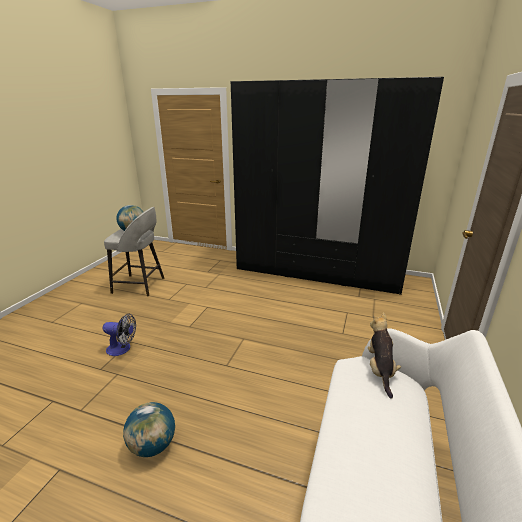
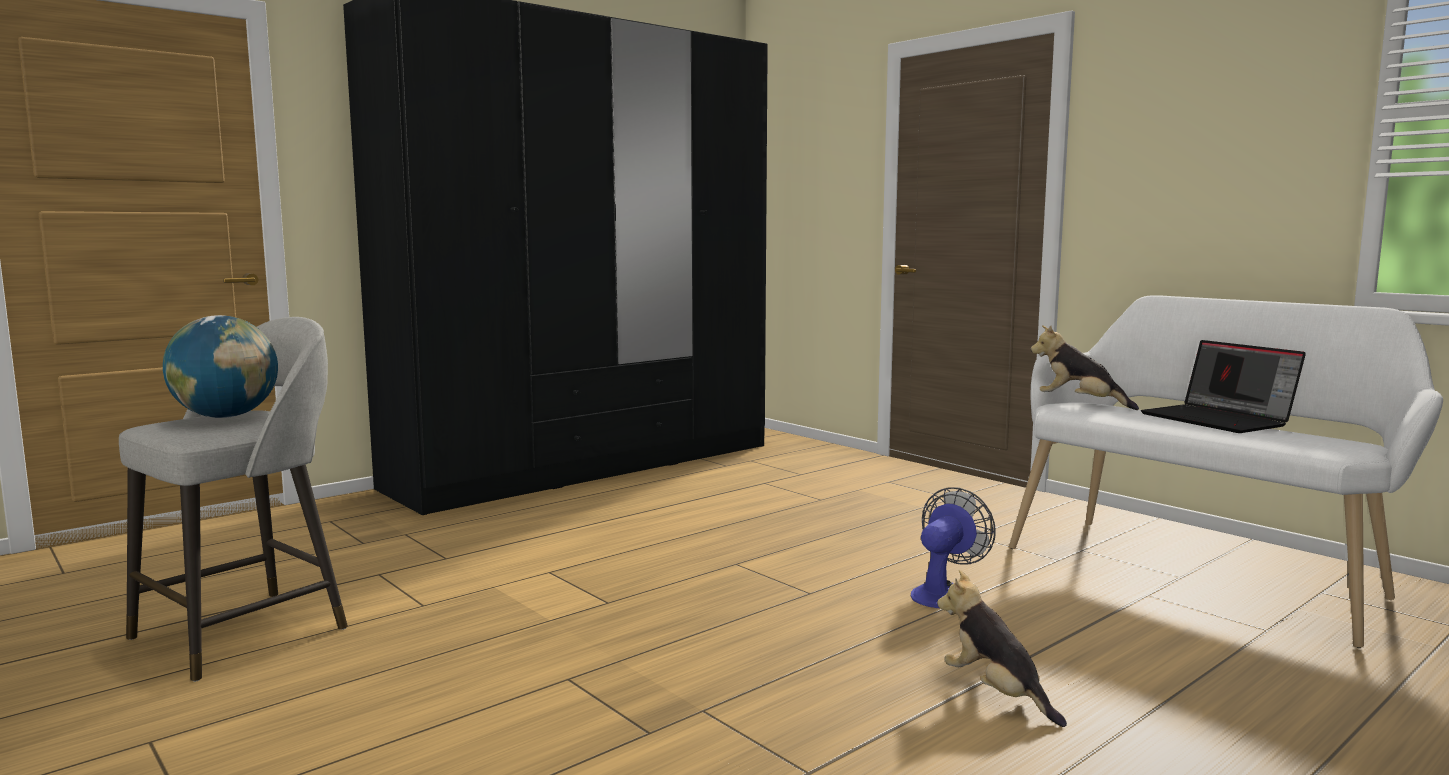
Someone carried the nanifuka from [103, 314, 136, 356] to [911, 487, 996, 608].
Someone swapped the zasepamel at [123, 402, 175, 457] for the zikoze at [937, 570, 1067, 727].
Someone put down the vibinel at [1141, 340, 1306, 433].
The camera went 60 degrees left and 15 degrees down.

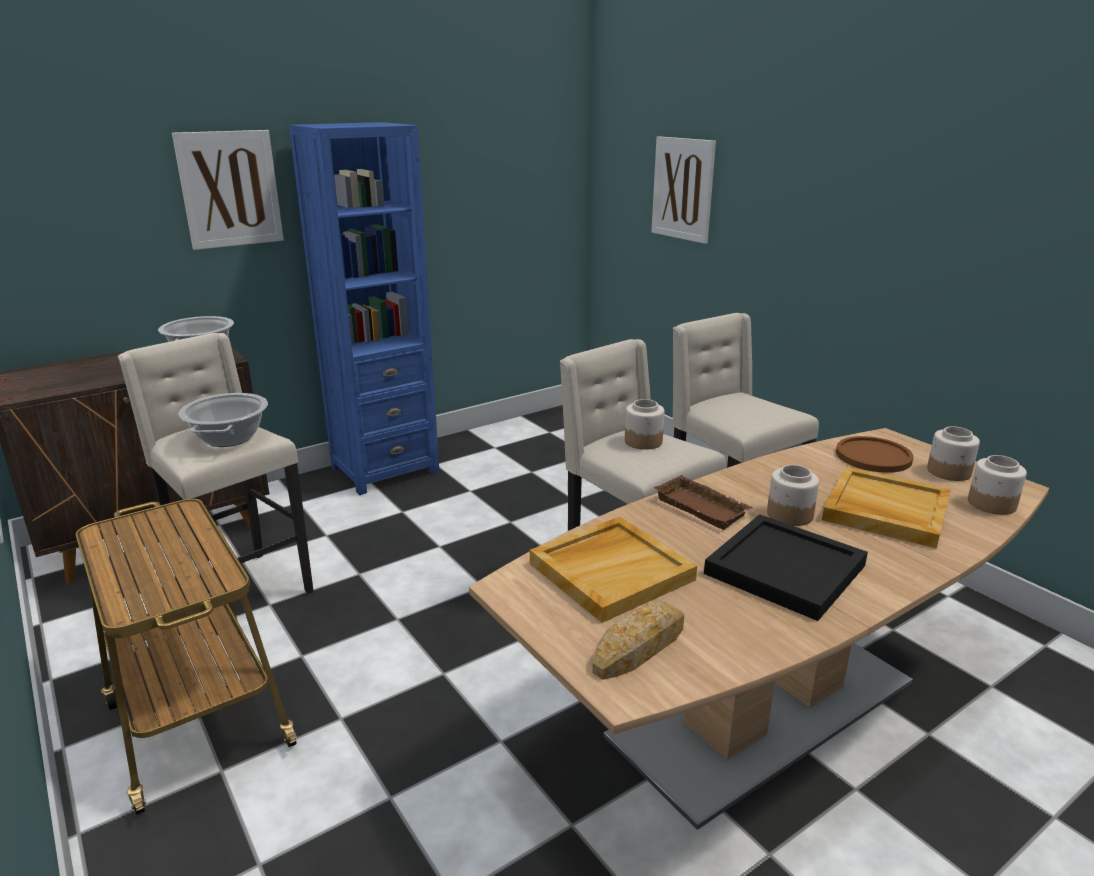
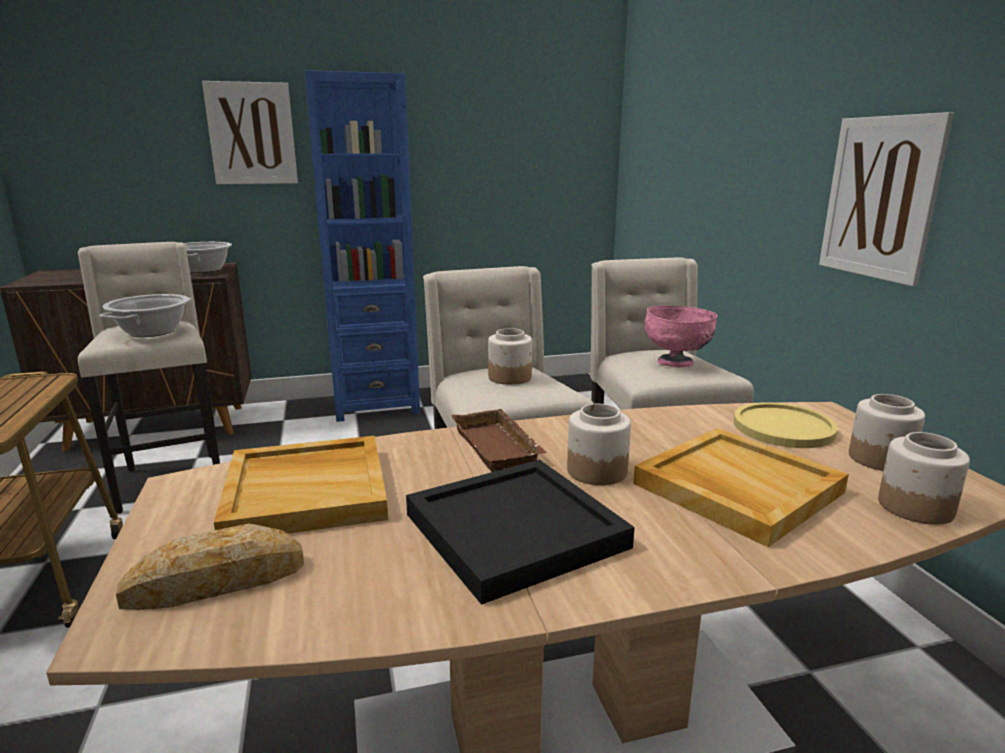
Someone carried the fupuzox from [651, 136, 716, 244] to [819, 112, 954, 287].
Someone repainted the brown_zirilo at [836, 436, 914, 473], which became the yellow_zirilo at [734, 402, 838, 448].
Someone put down the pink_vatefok at [645, 305, 717, 367].
The camera went 20 degrees right and 5 degrees down.

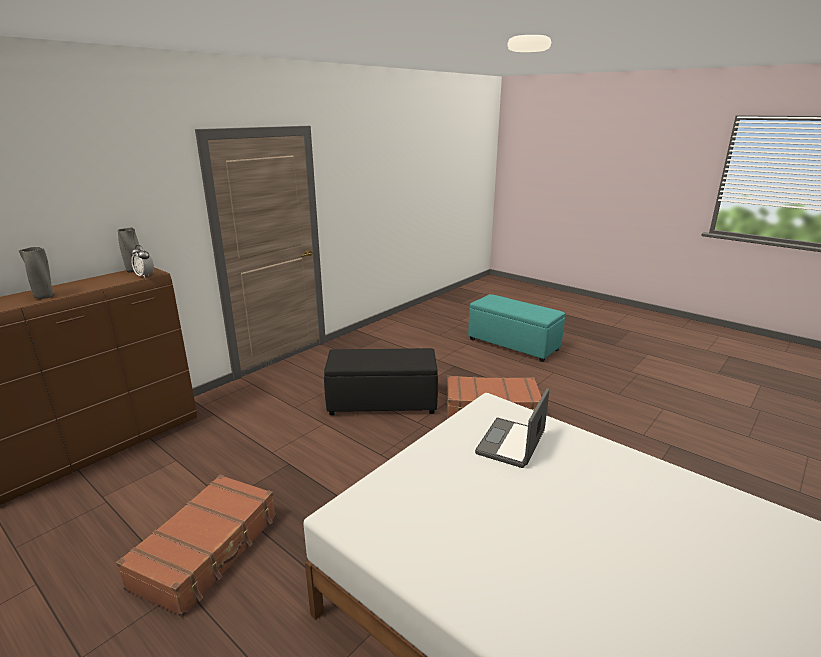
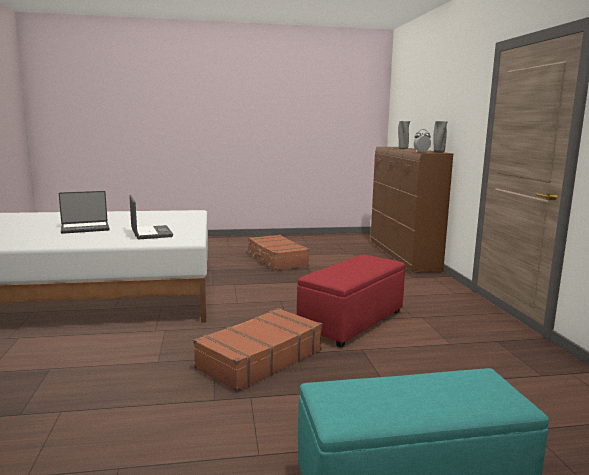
Someone repainted the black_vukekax at [324, 348, 438, 415], which became the red_vukekax at [297, 255, 405, 348].
Someone put down the vibinel at [59, 191, 110, 234].
The camera went 130 degrees right and 10 degrees down.

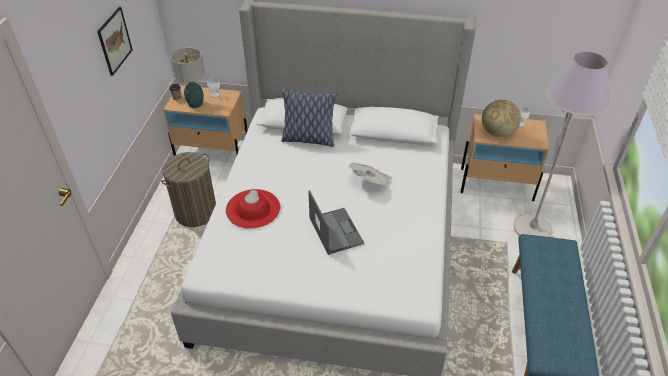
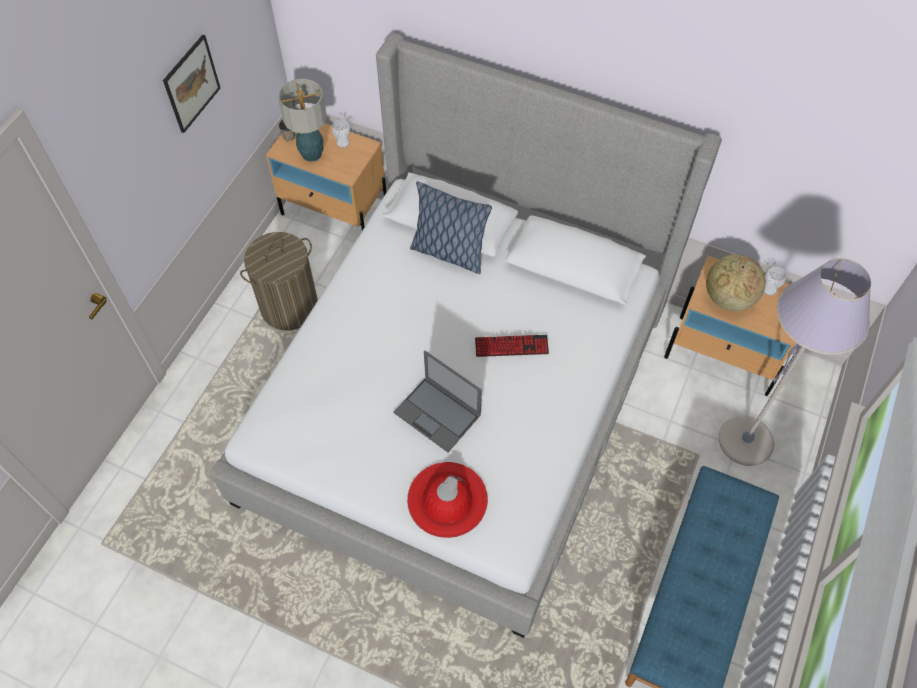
Someone carried the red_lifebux from [226, 189, 280, 229] to [407, 462, 488, 538].
Someone rotated the vibinel at [308, 190, 364, 255] by 135 degrees clockwise.
Someone swapped the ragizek at [349, 163, 392, 186] for the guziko at [475, 335, 549, 357].
The camera went 15 degrees right and 15 degrees up.

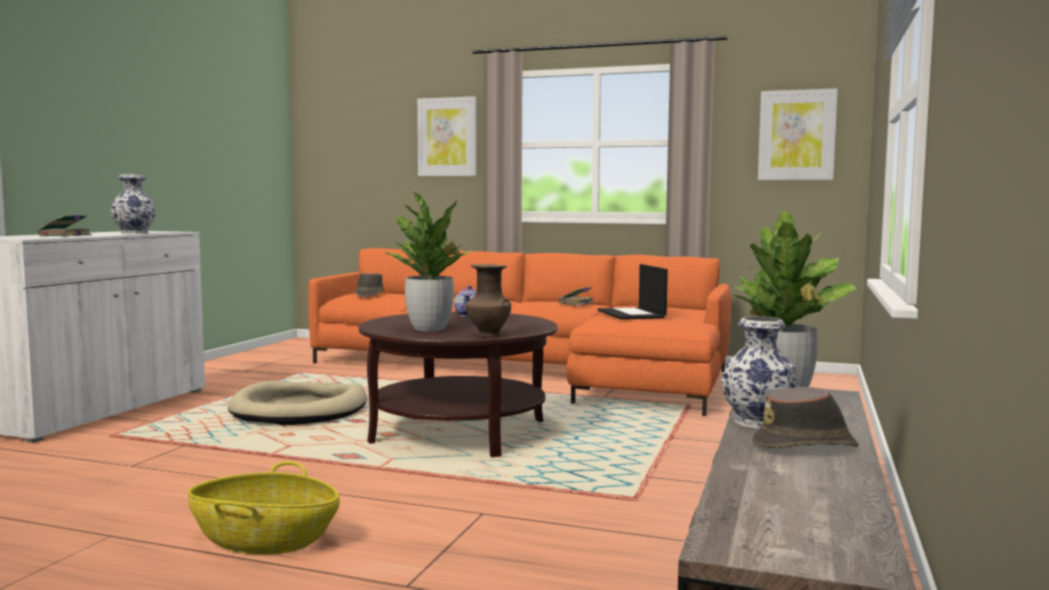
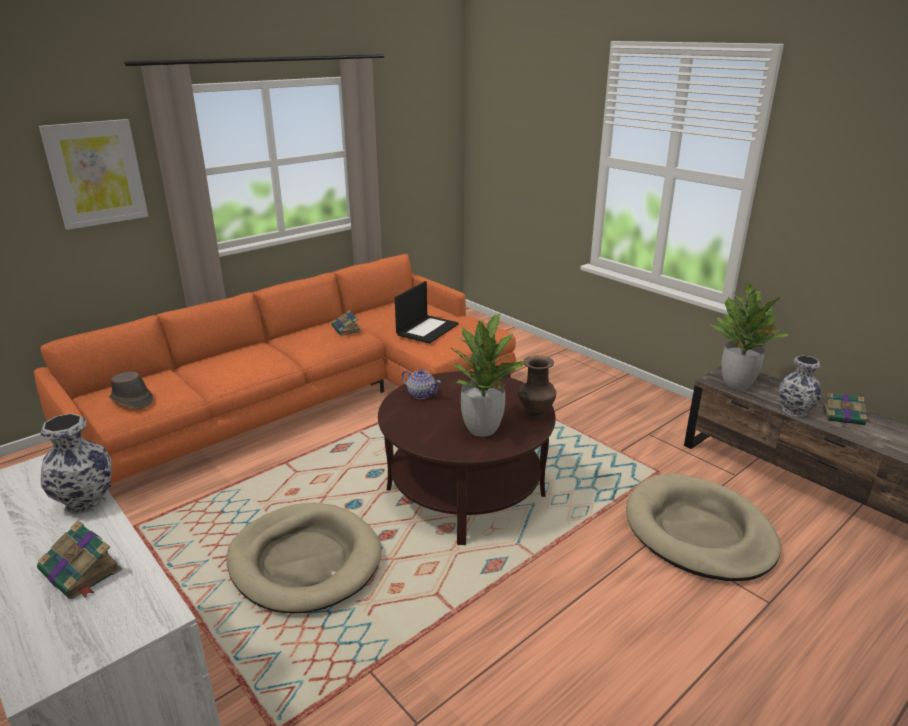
Someone took away the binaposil at [188, 461, 340, 555].
Someone rotated the vibinel at [598, 264, 668, 320] by 75 degrees counterclockwise.
Someone swapped the brown_lifebux at [752, 387, 859, 448] for the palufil at [822, 393, 872, 425].
Someone took away the fupuzox at [758, 88, 838, 180].
Someone put down the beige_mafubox at [626, 473, 781, 581].
The camera went 60 degrees left and 20 degrees up.

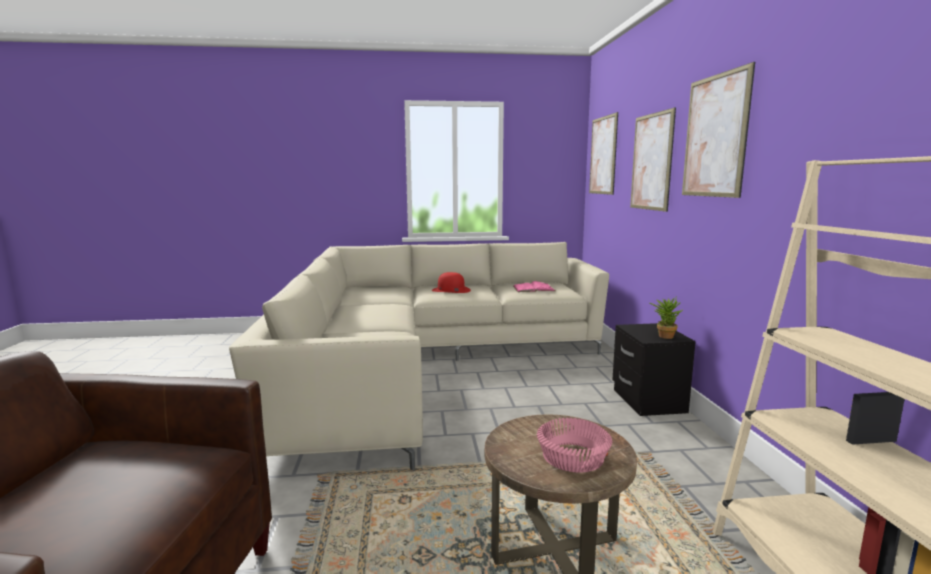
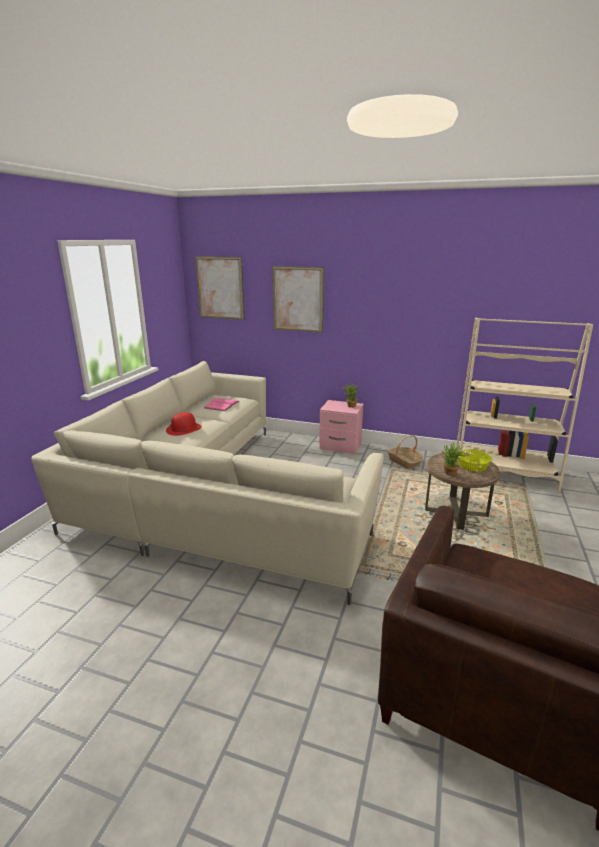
Someone repainted the pink_vatefok at [537, 418, 612, 473], which became the yellow_vatefok at [458, 449, 492, 472].
Someone repainted the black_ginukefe at [612, 323, 696, 416], which became the pink_ginukefe at [319, 400, 363, 454].
Someone took away the fupuzox at [682, 62, 755, 198].
Someone put down the binaposil at [387, 435, 423, 469].
Someone put down the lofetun at [442, 442, 466, 476].
The camera went 65 degrees left and 10 degrees up.

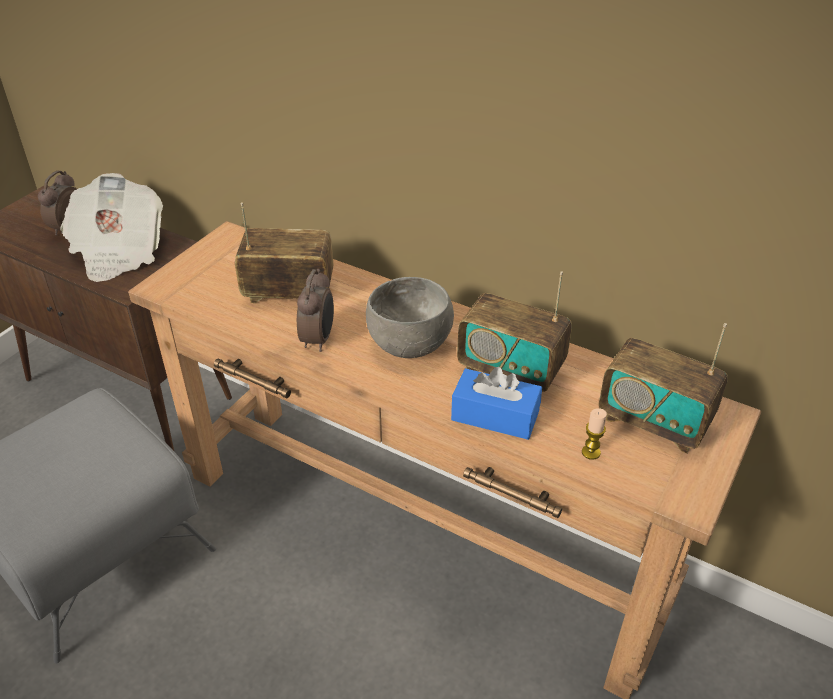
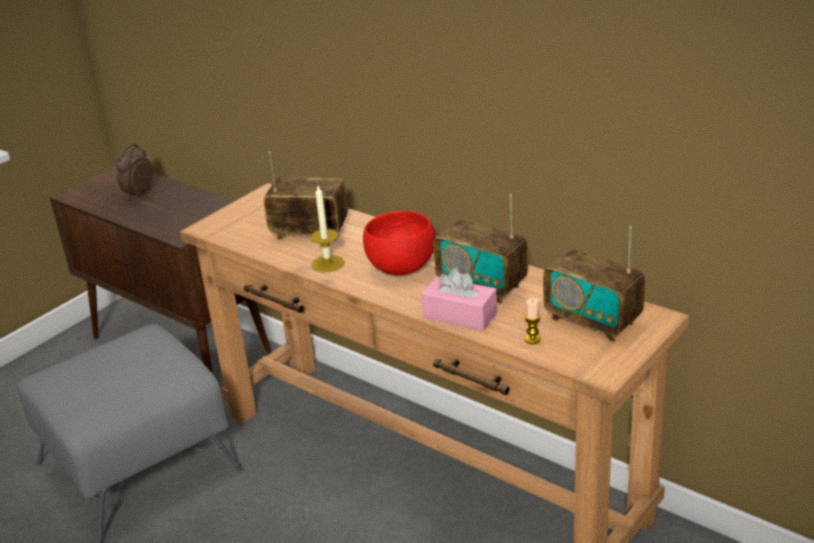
Someone took away the ragizek at [60, 173, 163, 282].
Someone swapped the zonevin at [297, 269, 334, 352] for the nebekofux at [310, 186, 344, 272].
Someone repainted the grey_vatefok at [366, 277, 454, 358], which became the red_vatefok at [363, 211, 436, 275].
Someone repainted the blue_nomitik at [451, 367, 542, 440], which became the pink_nomitik at [421, 268, 497, 331].
The camera went 10 degrees right and 10 degrees down.

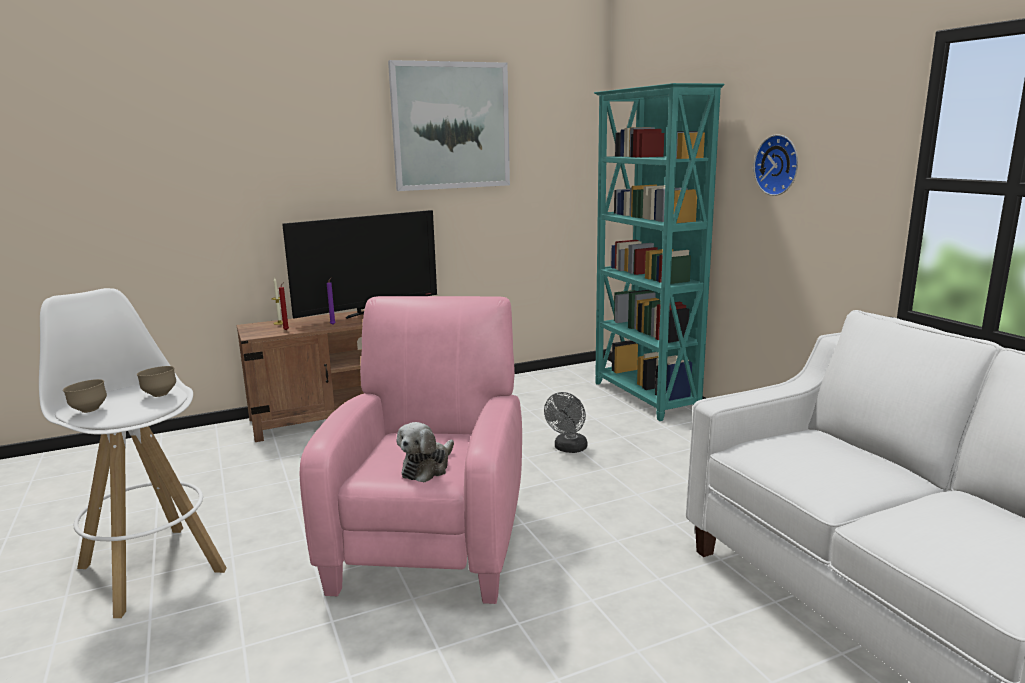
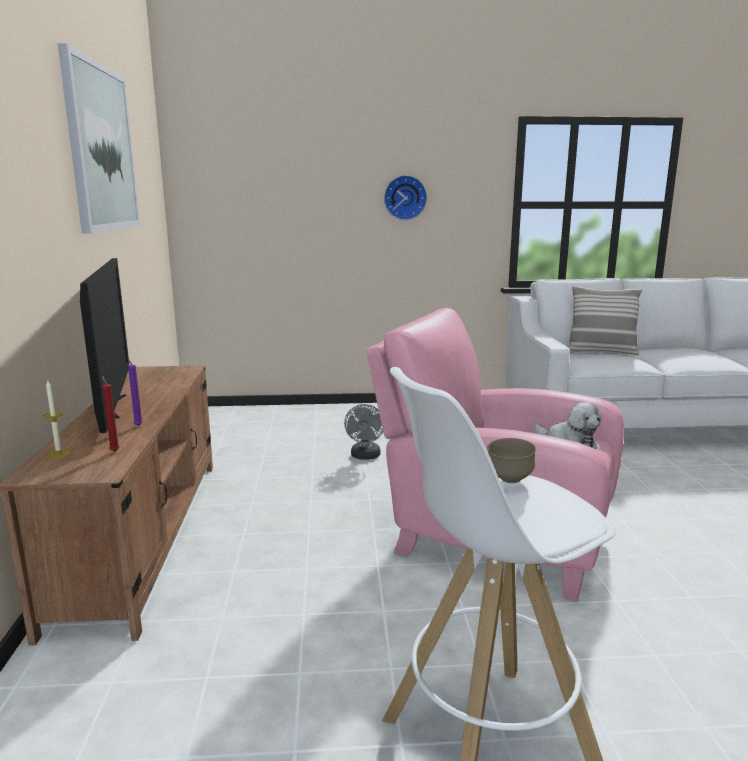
Someone took away the brown_vatefok at [63, 379, 107, 413].
Someone rotated the grey_nanifuka at [544, 392, 587, 453] by 45 degrees clockwise.
Someone took away the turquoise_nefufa at [594, 83, 724, 421].
Someone put down the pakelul at [569, 285, 642, 355].
The camera went 70 degrees left and 0 degrees up.

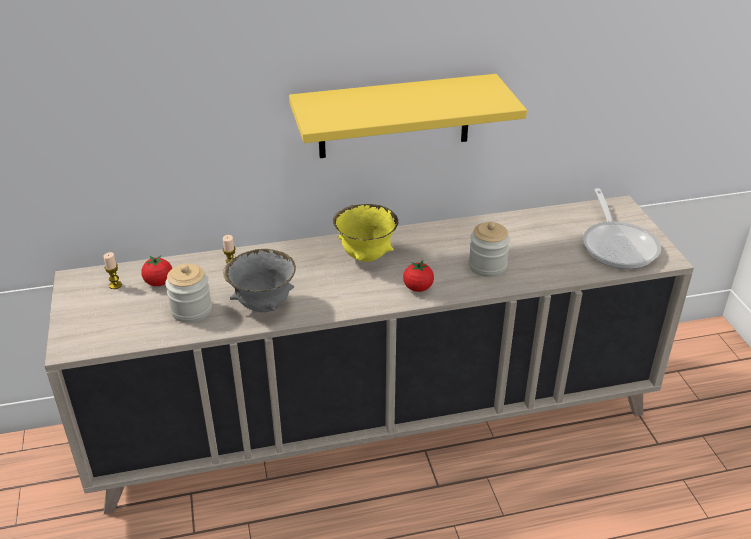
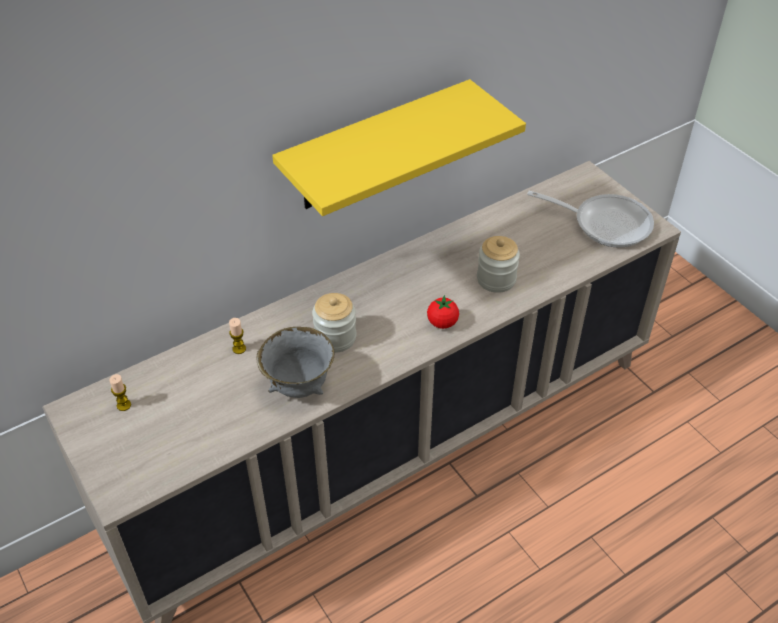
Someone took away the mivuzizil at [141, 256, 172, 286].
Someone carried the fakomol from [165, 264, 212, 323] to [312, 293, 356, 353].
Someone took away the yellow_vatefok at [333, 204, 399, 262].
Someone rotated the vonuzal at [583, 188, 661, 269] by 45 degrees counterclockwise.
The camera went 20 degrees left and 10 degrees up.

